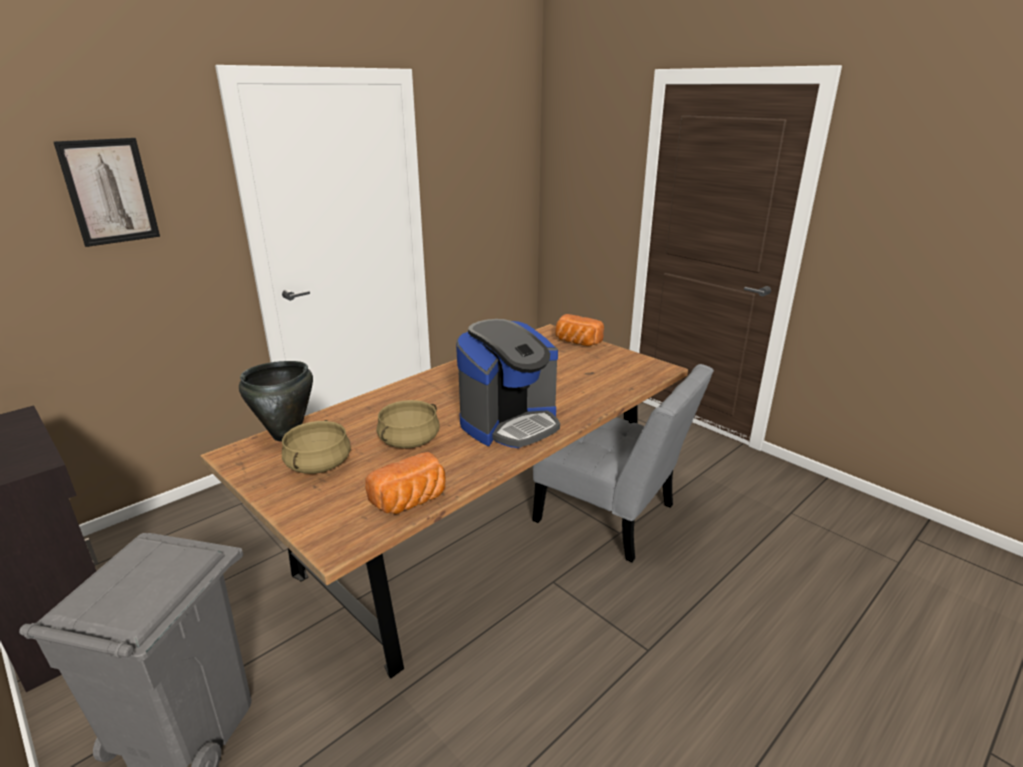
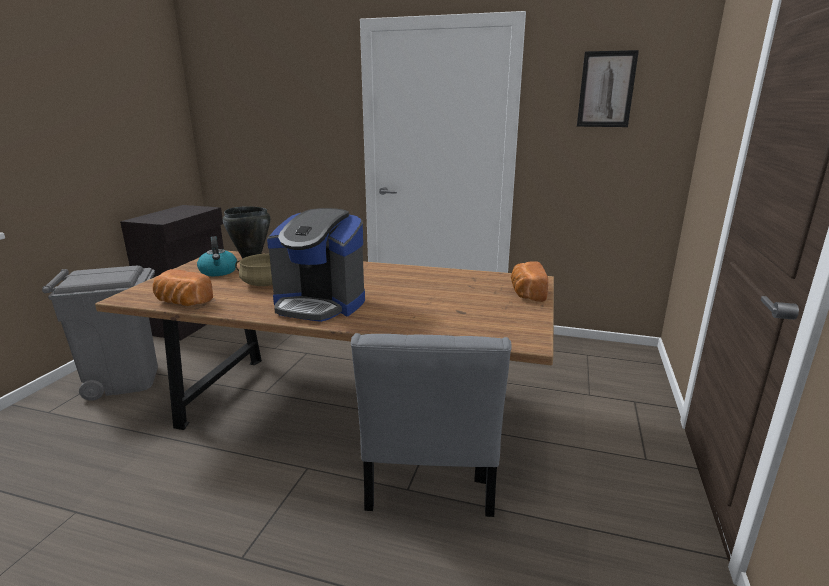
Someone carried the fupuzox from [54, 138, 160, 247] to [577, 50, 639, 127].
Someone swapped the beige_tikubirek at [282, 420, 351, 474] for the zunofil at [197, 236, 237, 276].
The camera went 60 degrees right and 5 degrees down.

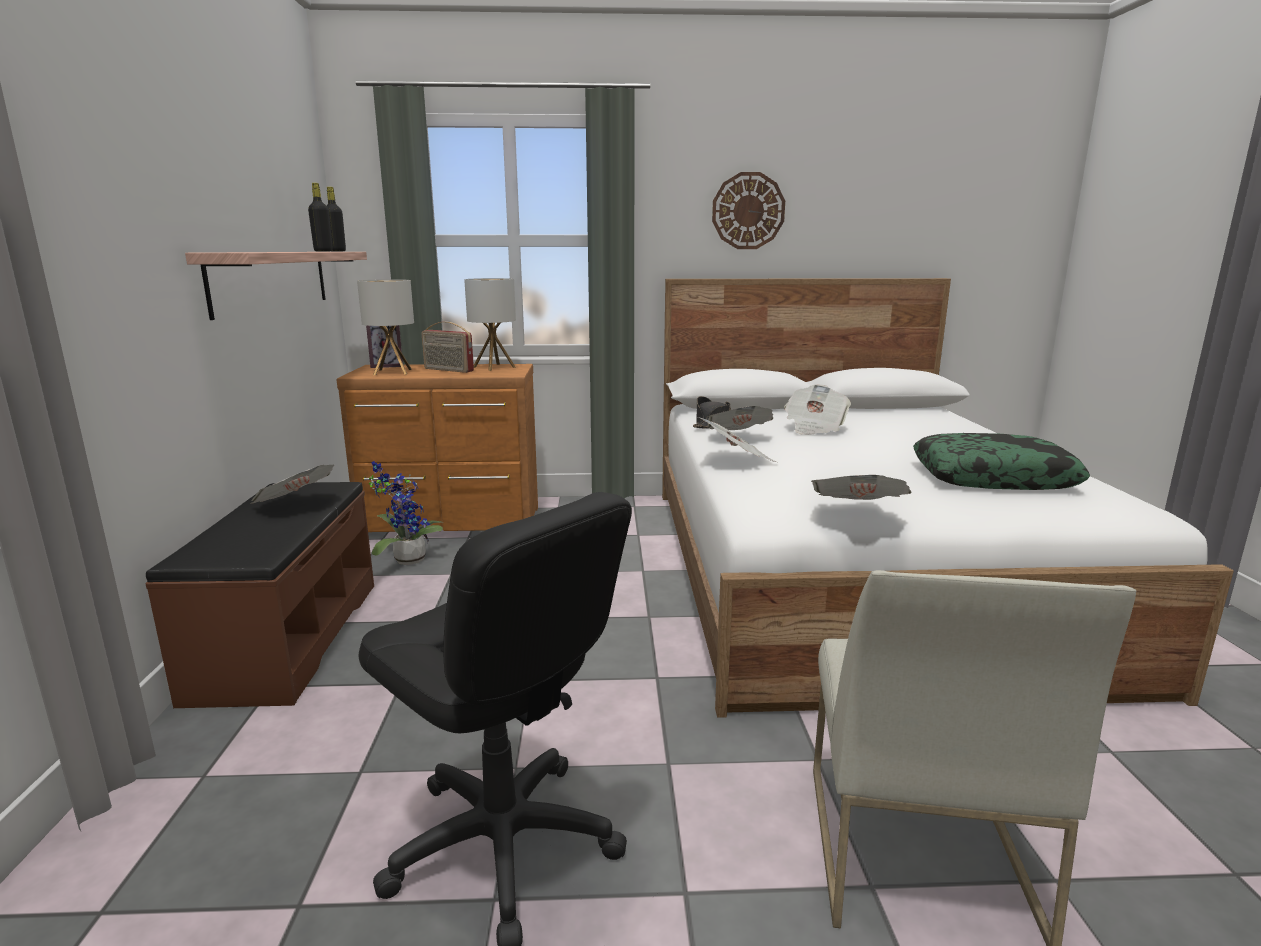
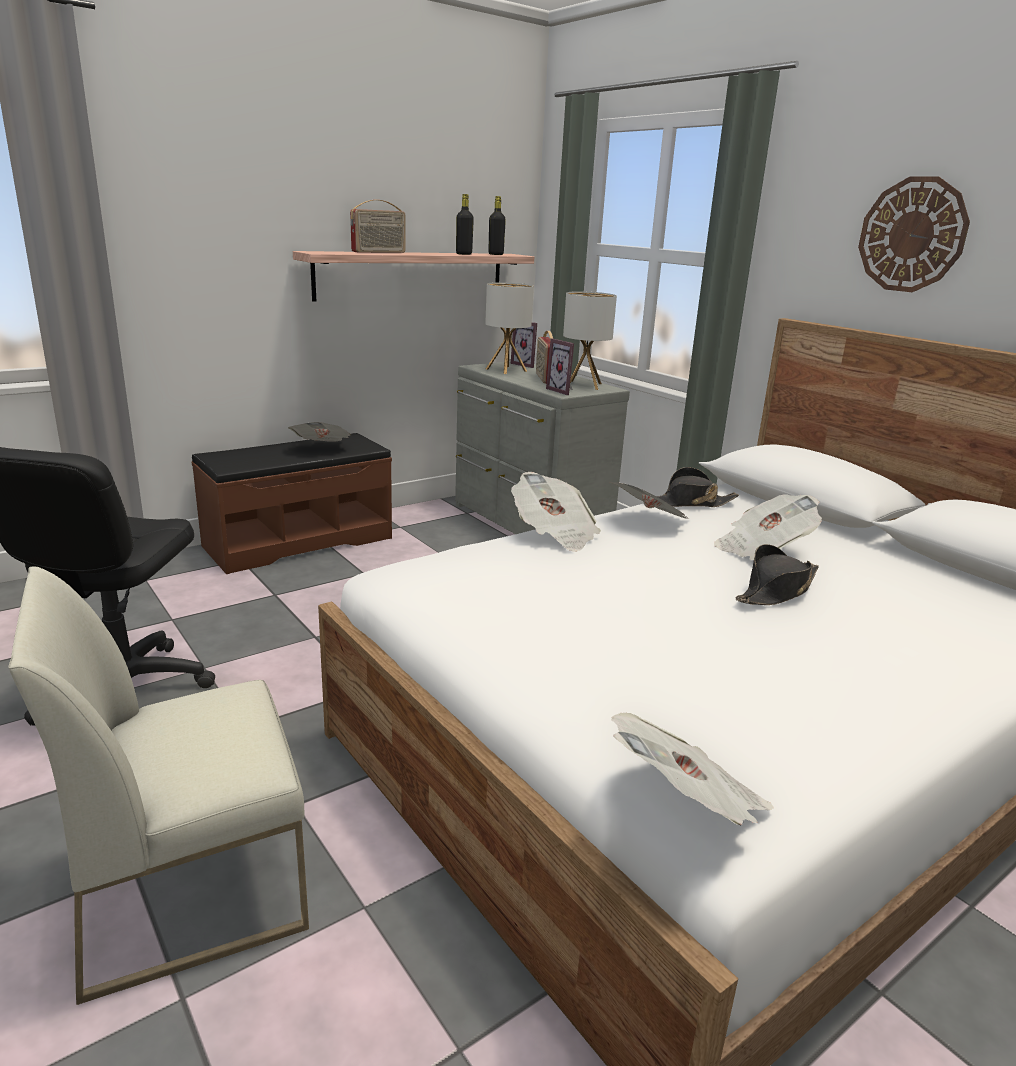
Someone repainted the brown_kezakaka at [337, 364, 538, 532], which became the grey_kezakaka at [455, 362, 630, 534].
Someone took away the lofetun at [369, 461, 444, 565].
Someone carried the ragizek from [811, 475, 911, 500] to [611, 713, 774, 825].
Someone took away the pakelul at [913, 433, 1090, 490].
Someone put down the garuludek at [350, 200, 405, 253].
Someone put down the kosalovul at [546, 338, 574, 395].
Someone put down the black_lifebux at [735, 544, 819, 605].
The camera went 55 degrees right and 5 degrees up.

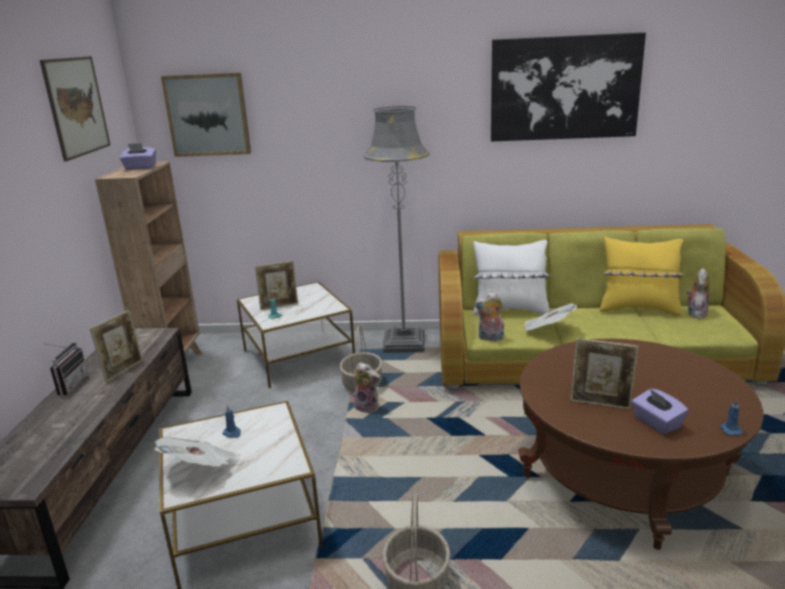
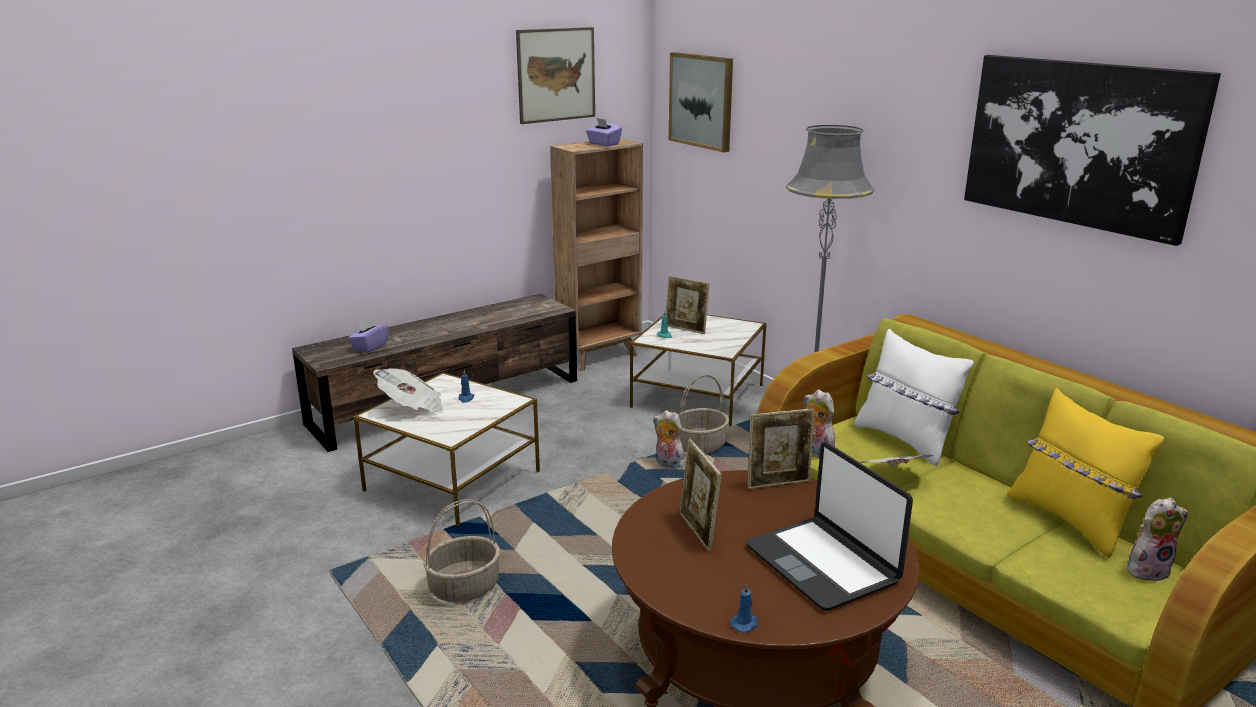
Someone took away the garuludek at [43, 342, 88, 396].
Someone carried the kosalovul from [90, 310, 143, 382] to [748, 408, 814, 489].
Someone rotated the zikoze at [351, 362, 380, 413] by 135 degrees clockwise.
Someone carried the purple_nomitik from [632, 388, 689, 434] to [348, 318, 388, 353].
Someone put down the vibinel at [746, 442, 913, 611].
The camera went 50 degrees right and 0 degrees up.

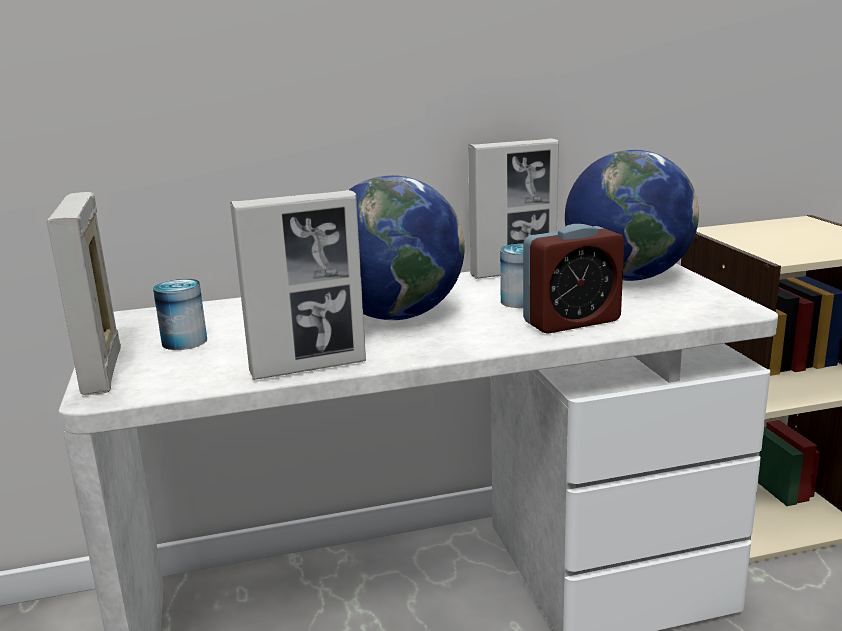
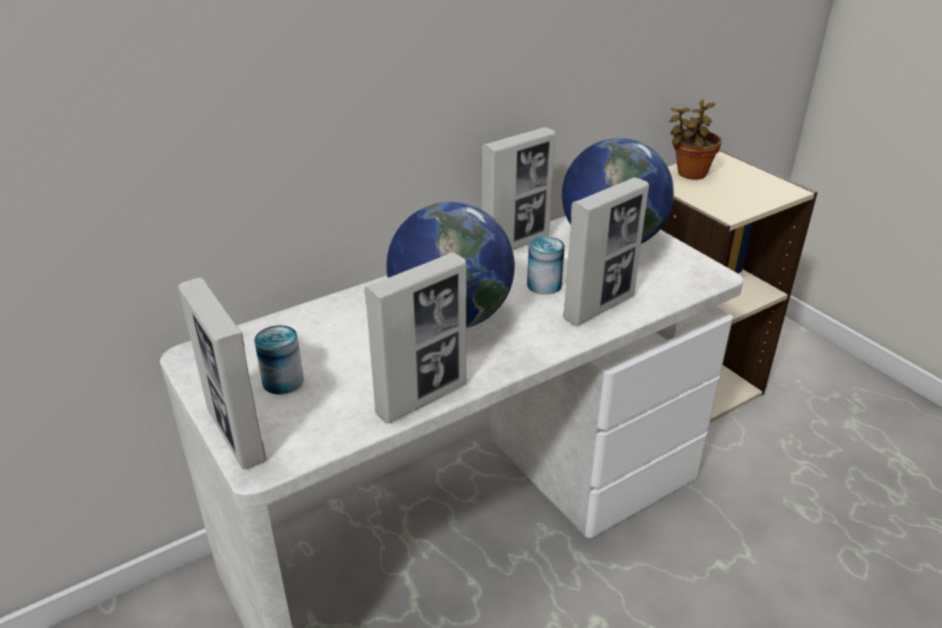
Someone swapped the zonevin at [523, 224, 624, 334] for the kosalovul at [563, 177, 649, 326].
Someone put down the lofetun at [669, 100, 722, 180].
The camera went 20 degrees left and 15 degrees up.

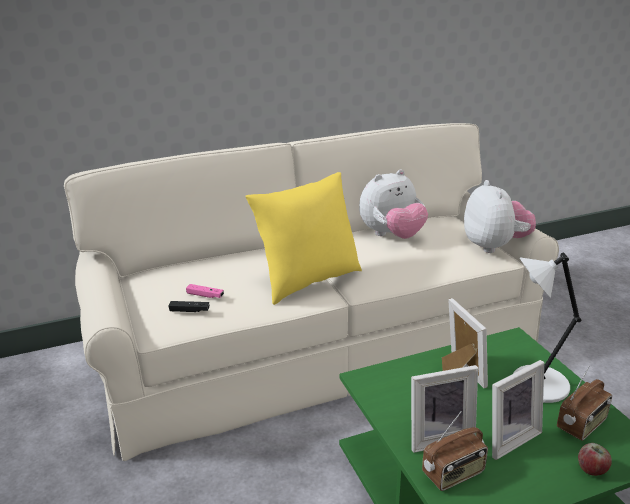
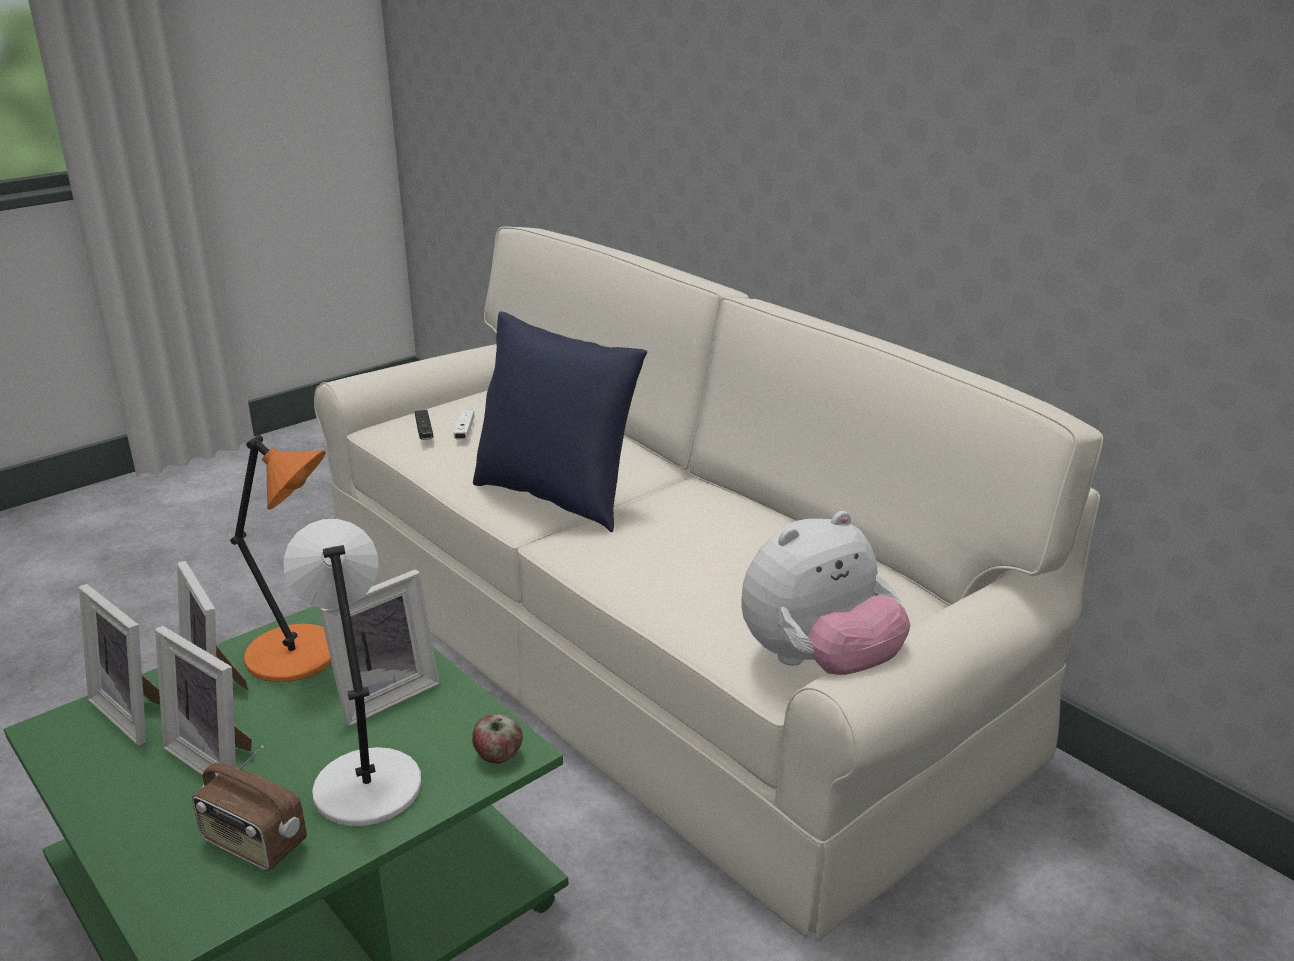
Someone repainted the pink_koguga at [186, 284, 224, 298], which became the white_koguga at [454, 410, 474, 440].
Someone repainted the yellow_pakelul at [245, 172, 362, 305], which became the blue_pakelul at [473, 312, 647, 532].
Someone took away the zikoze at [359, 169, 428, 239].
Someone swapped the garuludek at [422, 411, 488, 491] for the kosalovul at [79, 584, 160, 745].
Someone carried the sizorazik from [578, 443, 612, 476] to [472, 714, 523, 763].
Someone put down the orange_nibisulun at [230, 435, 331, 682].
The camera went 70 degrees right and 0 degrees up.

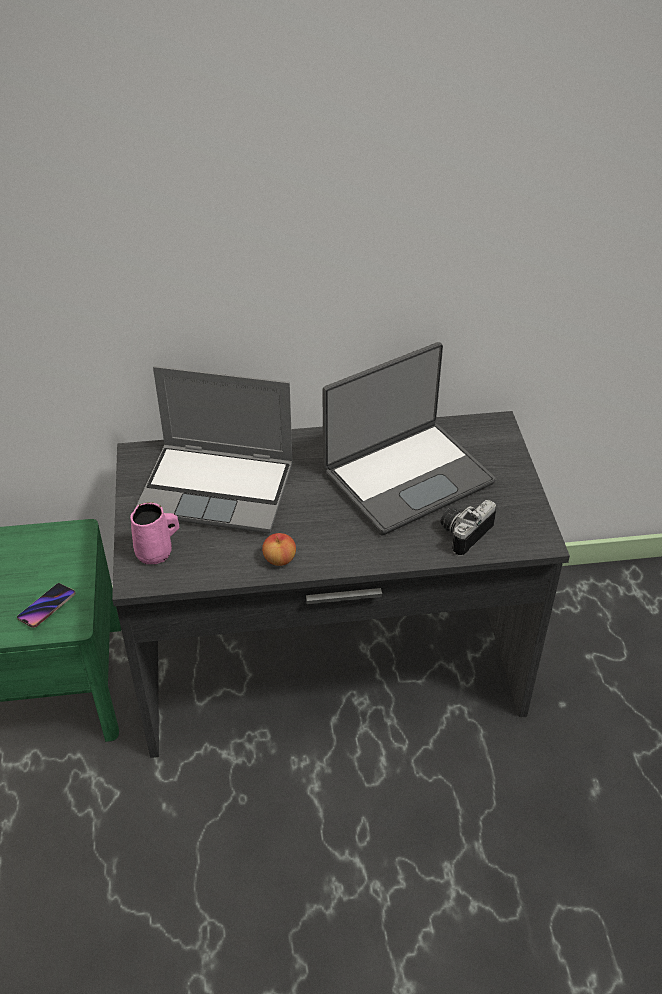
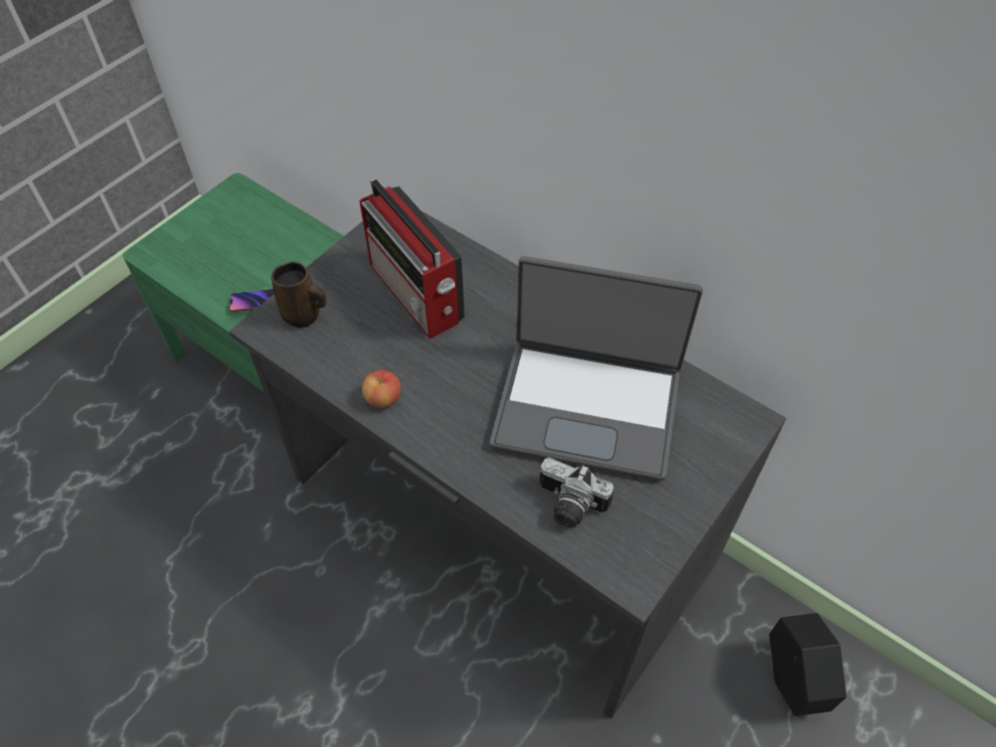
Someone repainted the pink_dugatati at [130, 502, 179, 564], which became the brown_dugatati at [271, 261, 327, 328].
Someone swapped the vibinel at [136, 366, 293, 534] for the garuludek at [360, 179, 465, 339].
Someone rotated the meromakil at [440, 500, 496, 556] by 150 degrees counterclockwise.
Someone put down the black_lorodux at [769, 613, 847, 716].
The camera went 45 degrees right and 10 degrees up.

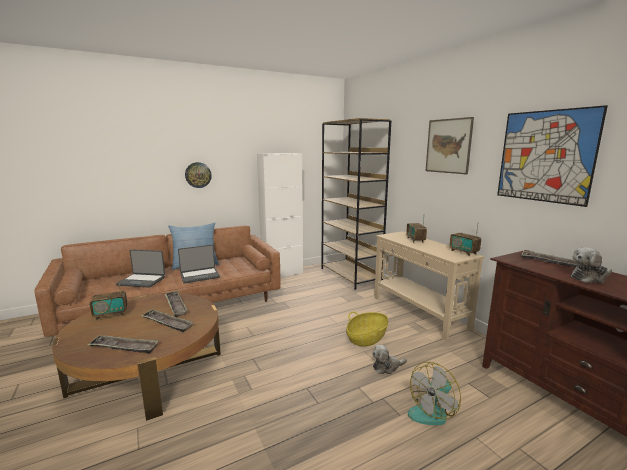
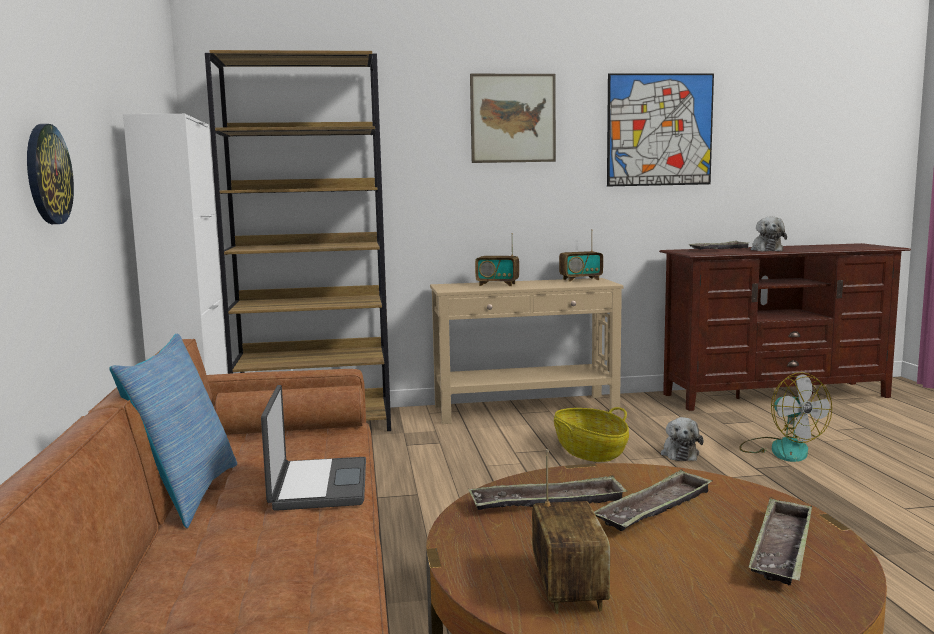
Someone took away the vibinel at [116, 249, 165, 288].
The camera went 70 degrees left and 5 degrees down.

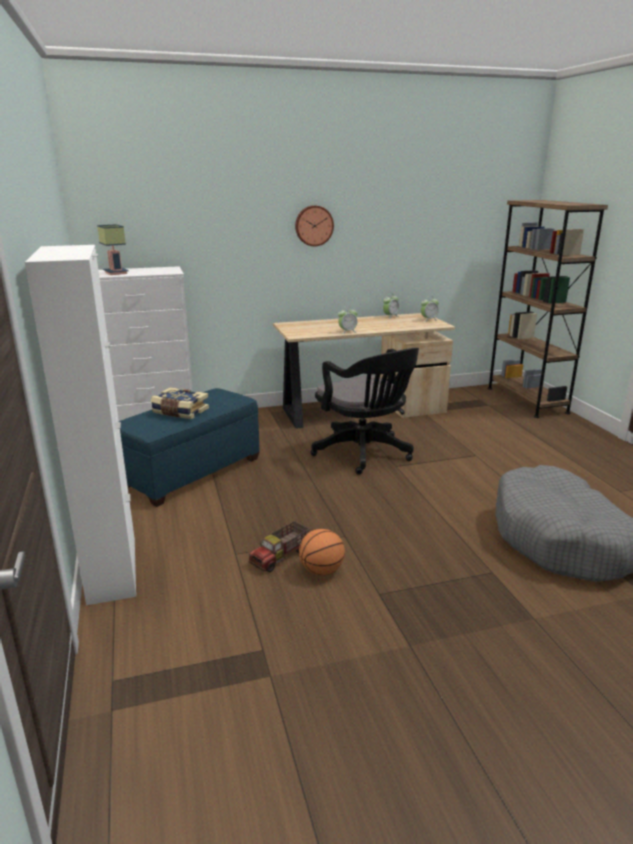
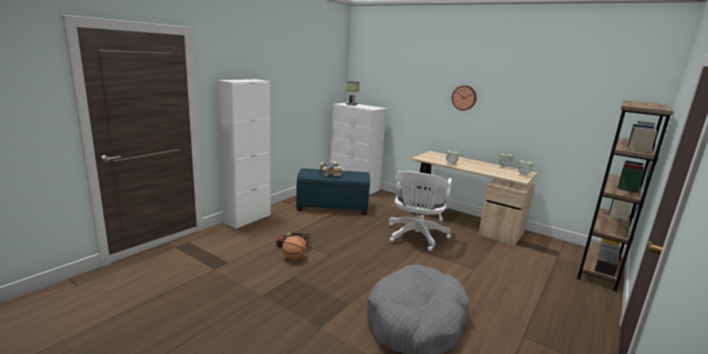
Someone repainted the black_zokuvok at [310, 348, 419, 475], which became the white_zokuvok at [388, 171, 452, 251].
The camera went 50 degrees right and 5 degrees down.

